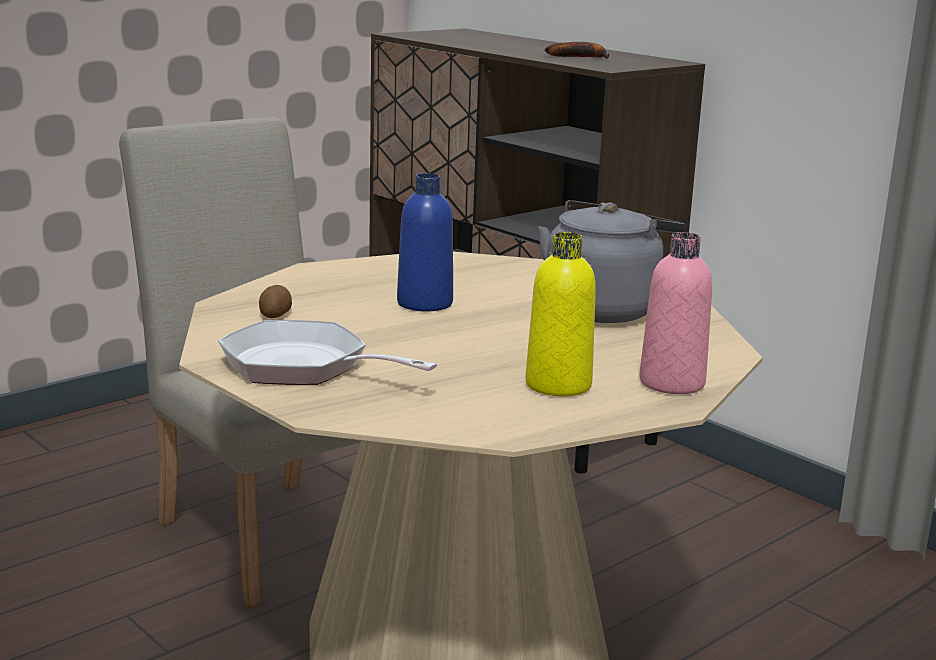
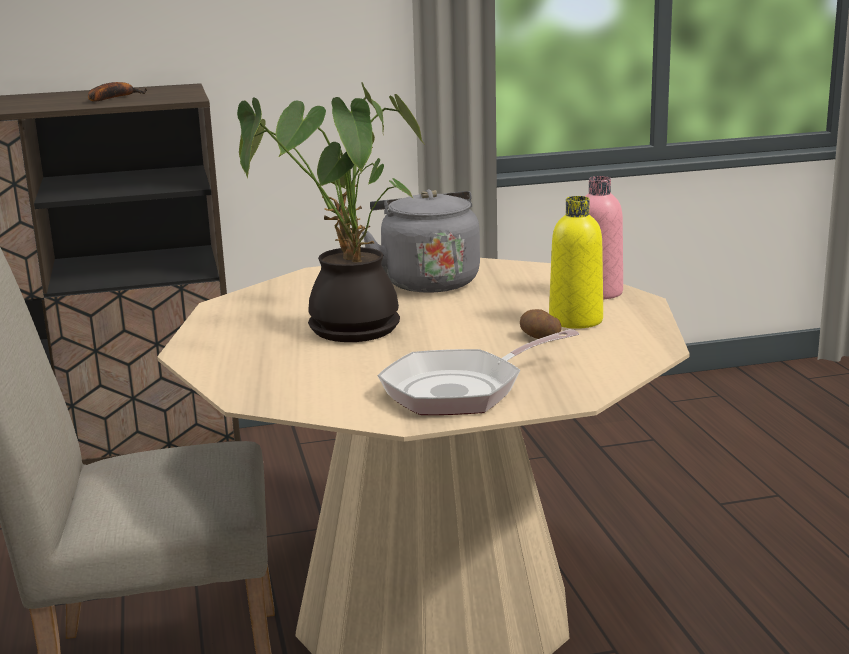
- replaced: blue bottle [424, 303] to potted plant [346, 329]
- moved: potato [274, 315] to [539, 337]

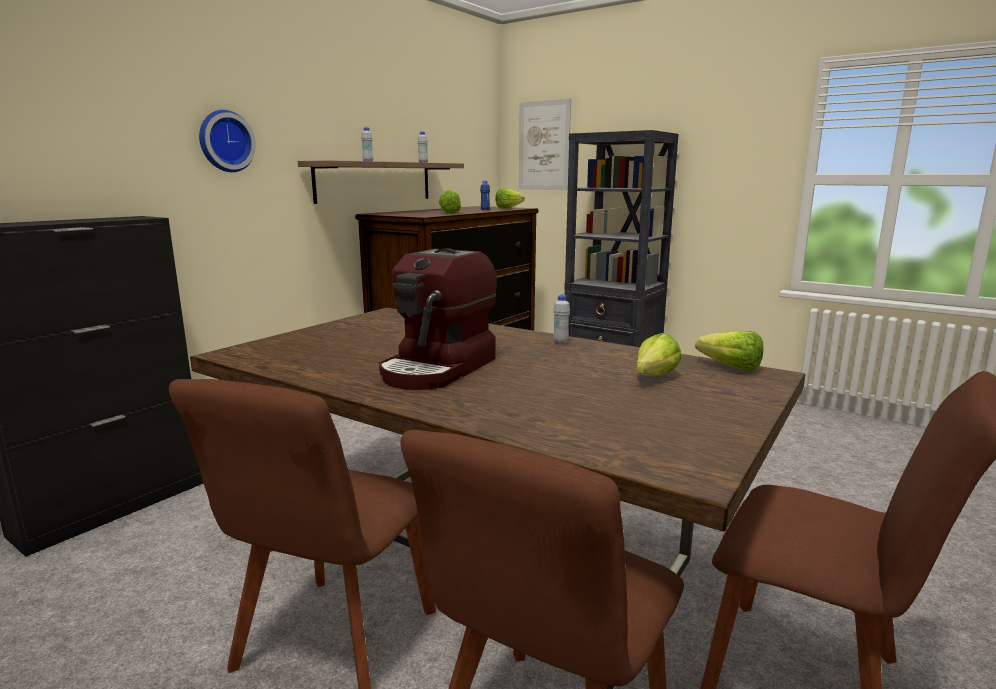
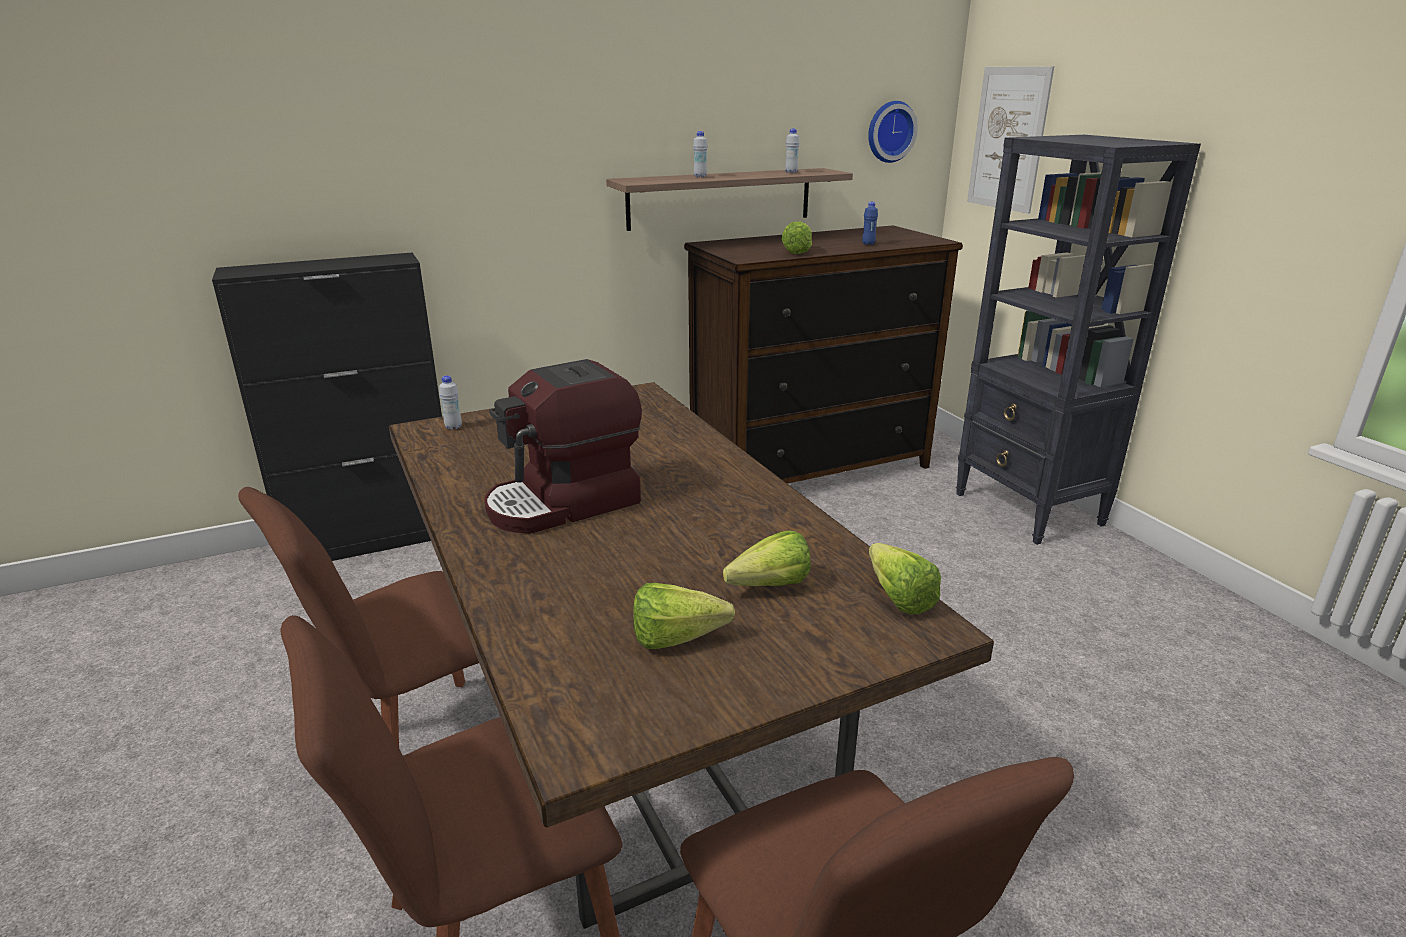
- moved: white bottle [560, 342] to [453, 427]
- moved: lettuce [511, 208] to [684, 639]
- moved: wall clock [225, 141] to [889, 131]

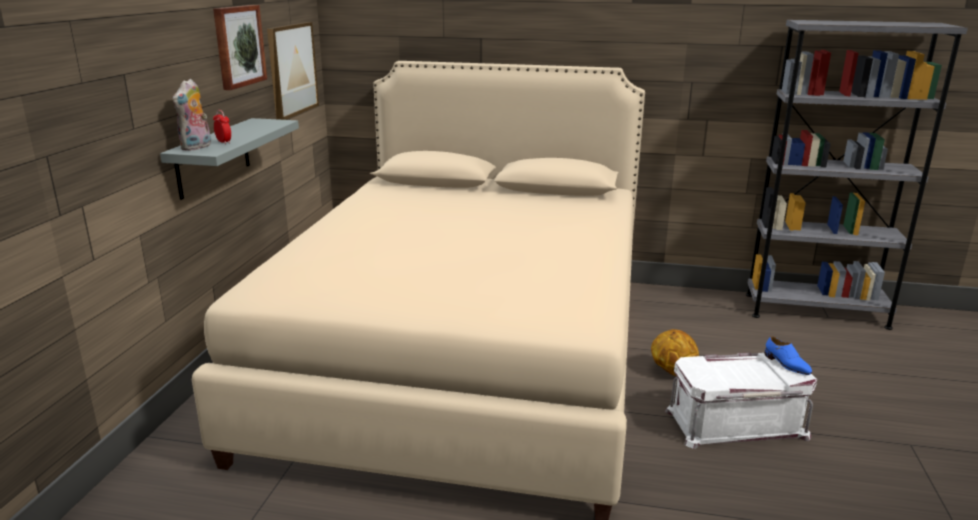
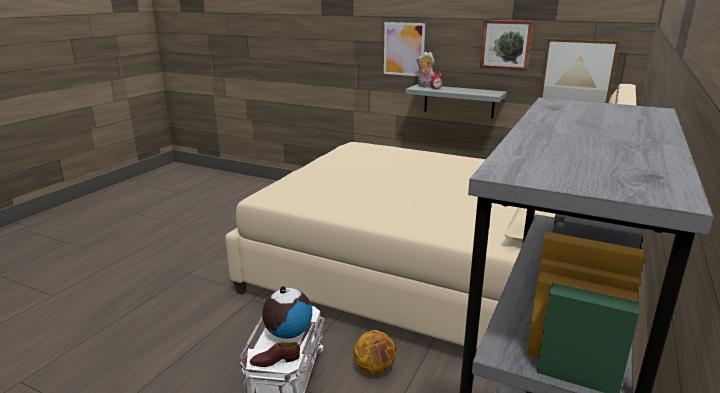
- recoloured: blue shoe [786, 364] to brown shoe [275, 360]
- added: globe [288, 333]
- added: picture [404, 49]

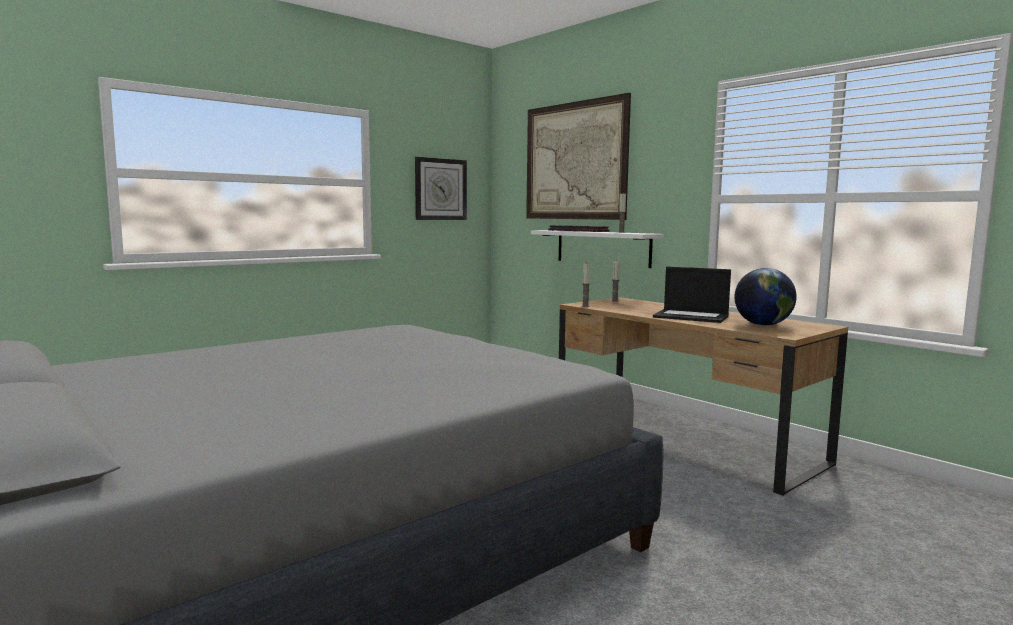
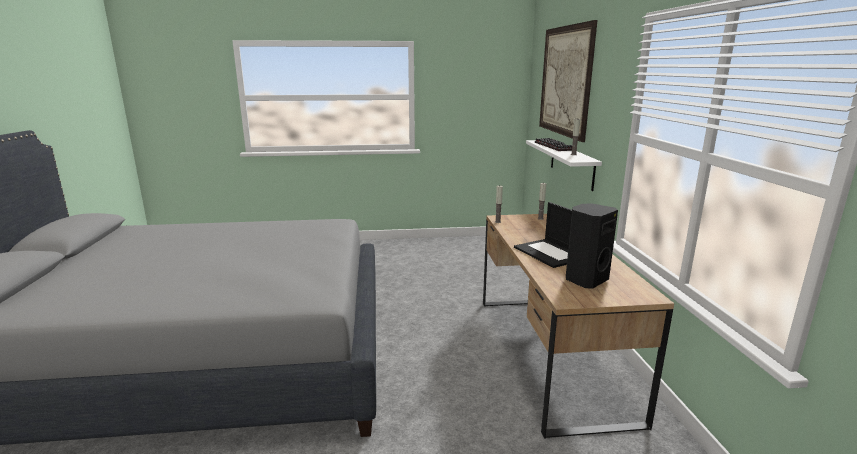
- replaced: globe [763, 325] to black speaker [585, 280]
- removed: wall clock [440, 189]

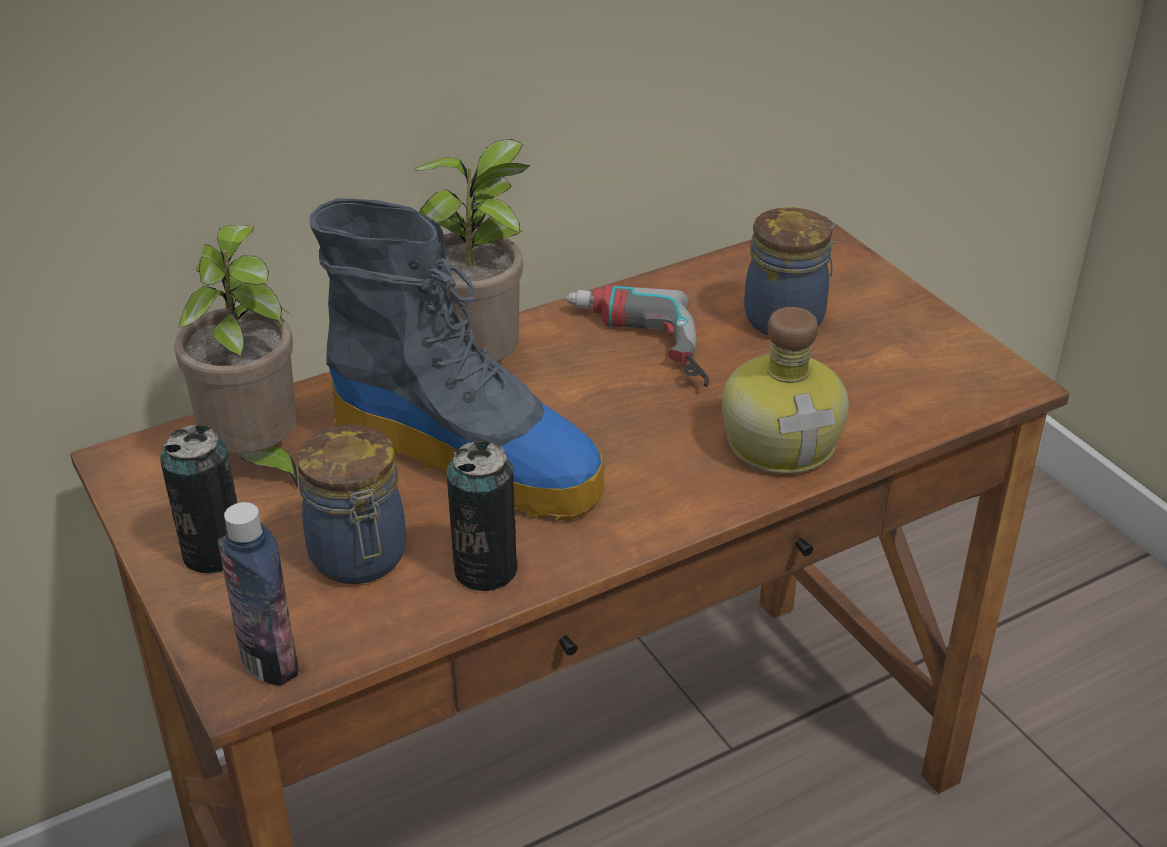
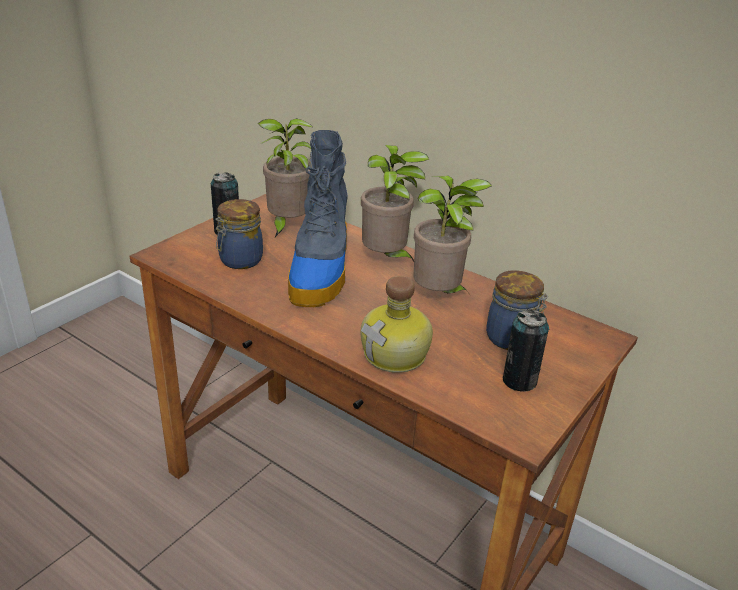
- replaced: power drill [635, 349] to potted plant [439, 296]
- moved: can [485, 569] to [519, 381]
- removed: bottle [269, 662]

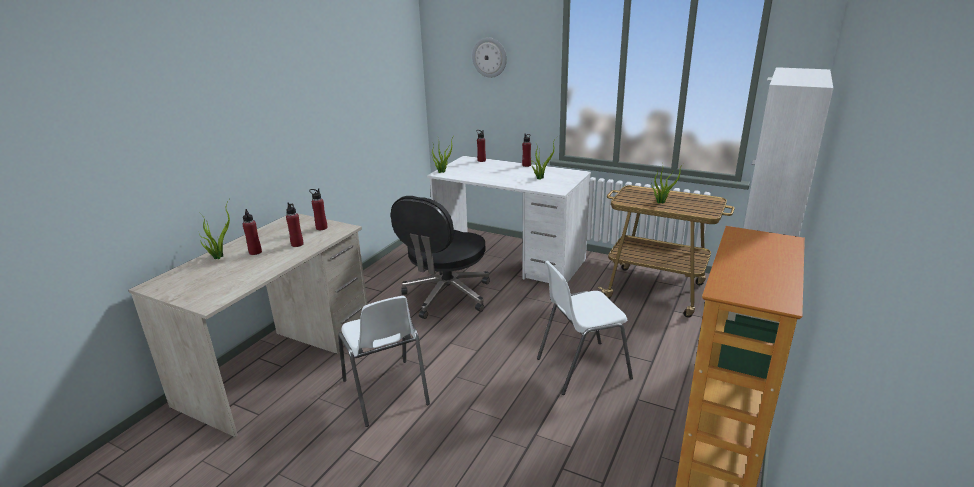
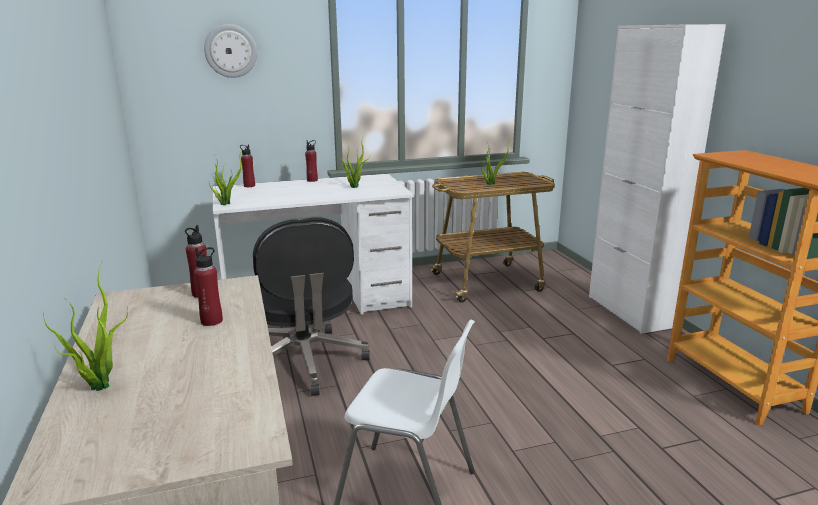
- removed: red bottle [255, 252]
- removed: white chair [581, 368]

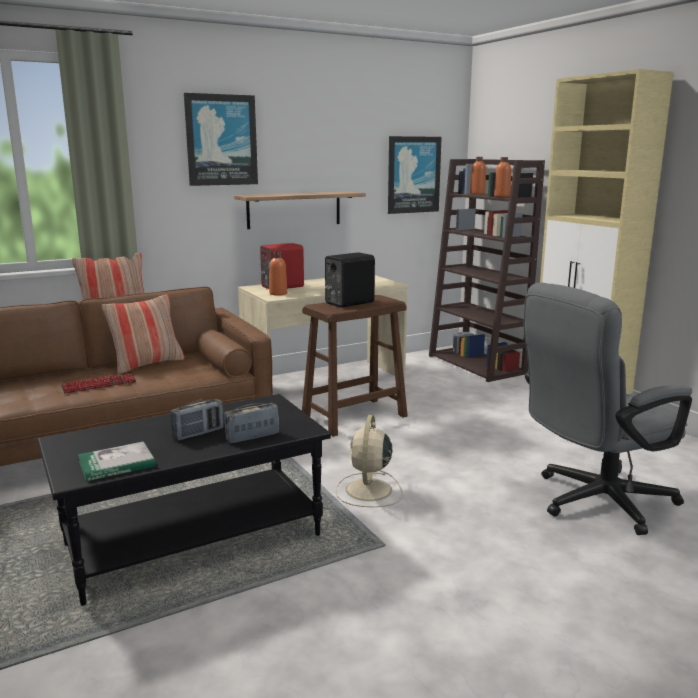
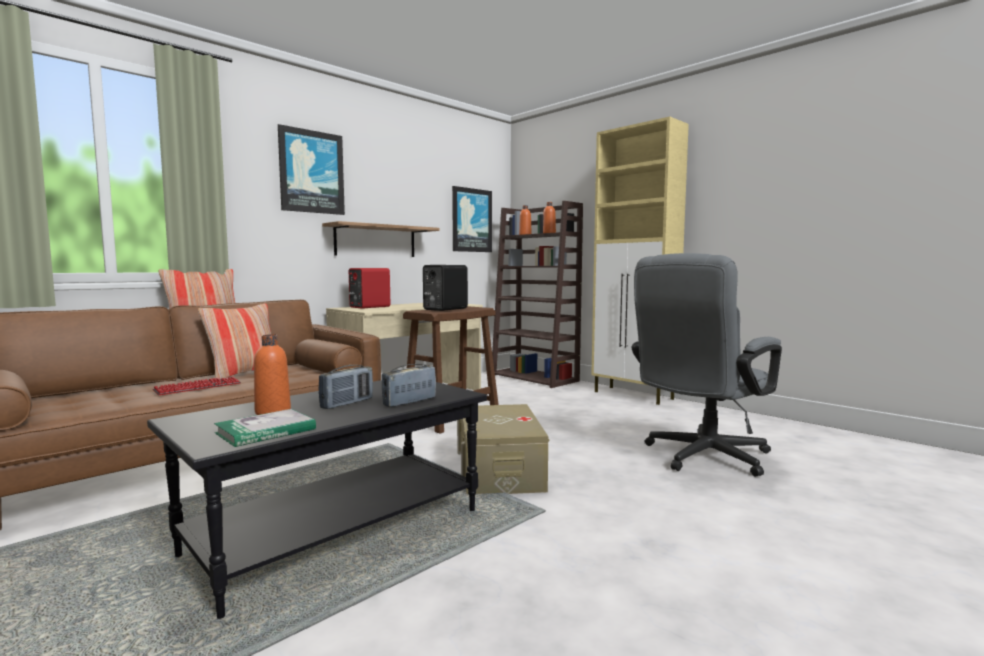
- moved: orange bottle [278, 293] to [273, 412]
- replaced: beige fan [368, 491] to beige storage box [500, 470]

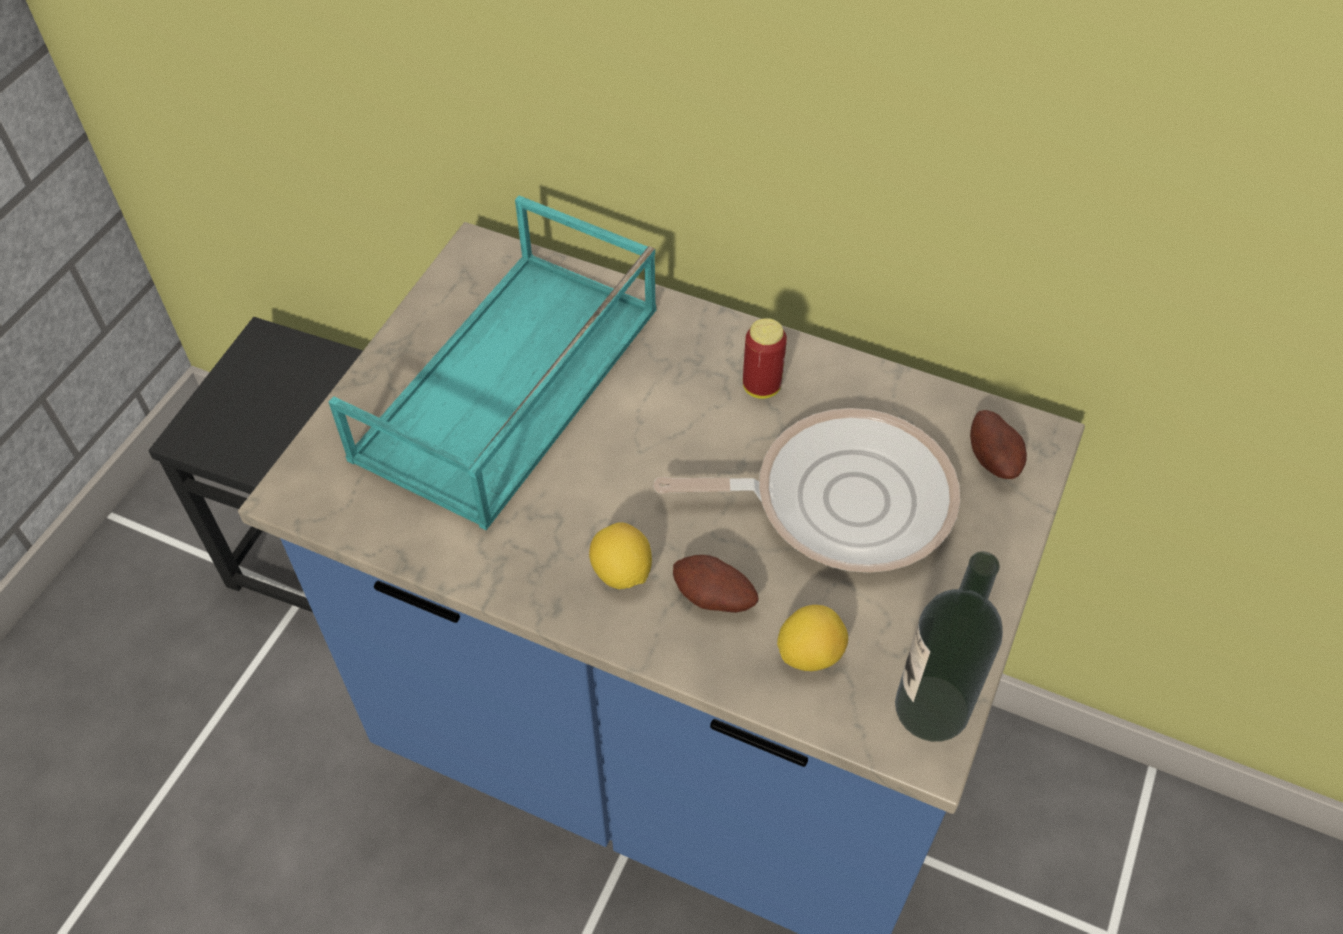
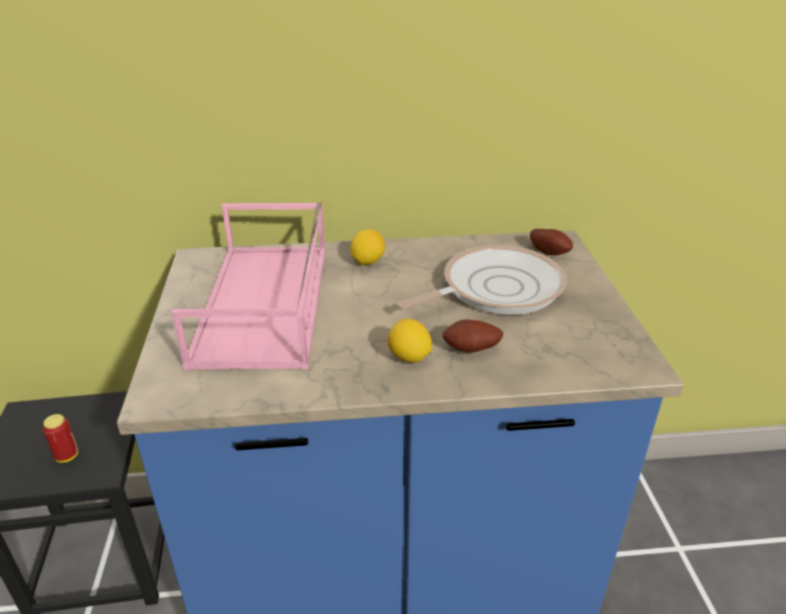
- moved: can [761, 387] to [67, 456]
- recoloured: turquoise tray [509, 386] to pink tray [266, 304]
- moved: lemon [809, 653] to [367, 262]
- removed: bottle [931, 708]

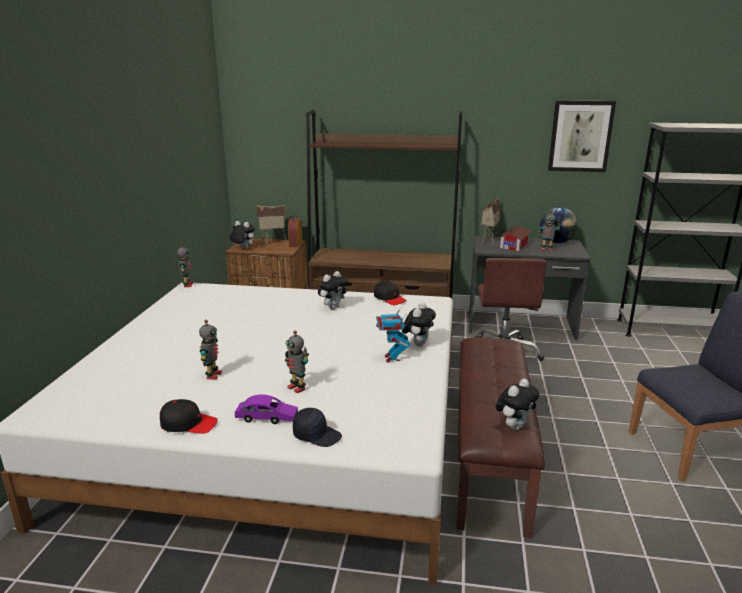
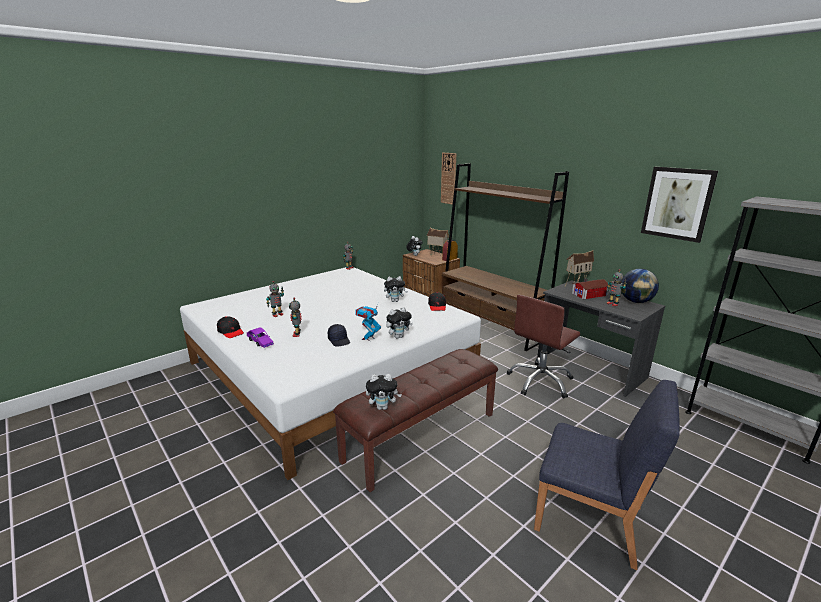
- moved: black cap [317, 435] to [339, 340]
- added: wall clock [448, 178]

